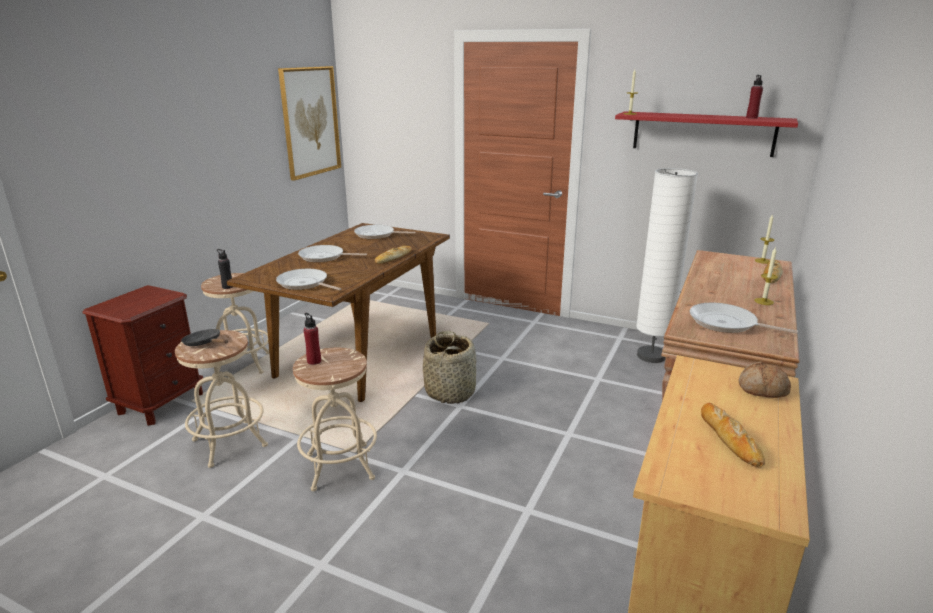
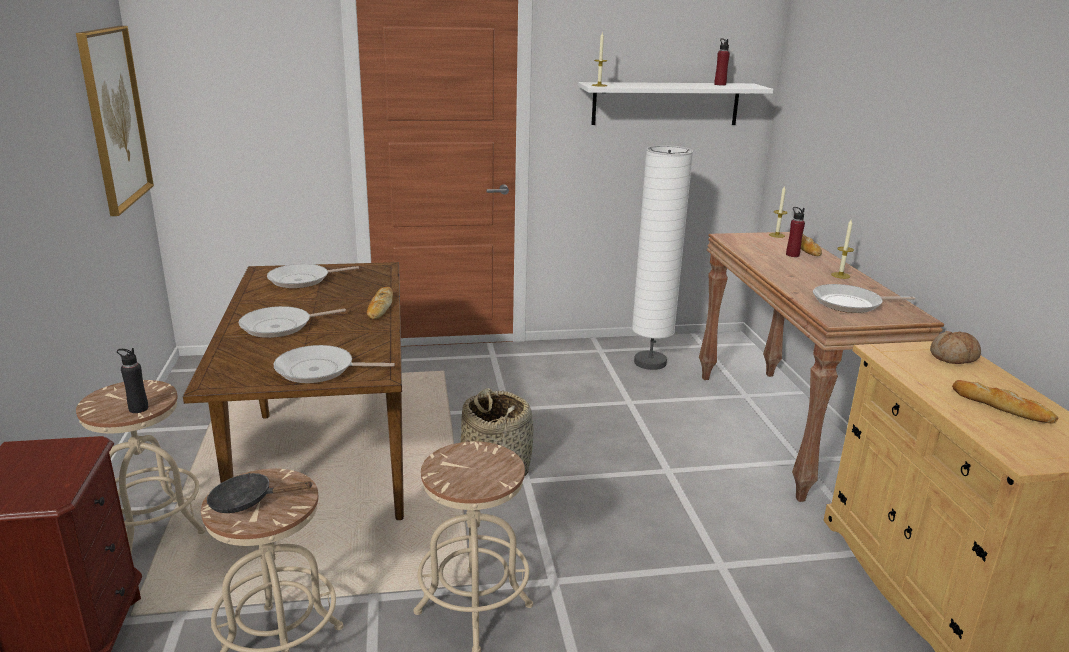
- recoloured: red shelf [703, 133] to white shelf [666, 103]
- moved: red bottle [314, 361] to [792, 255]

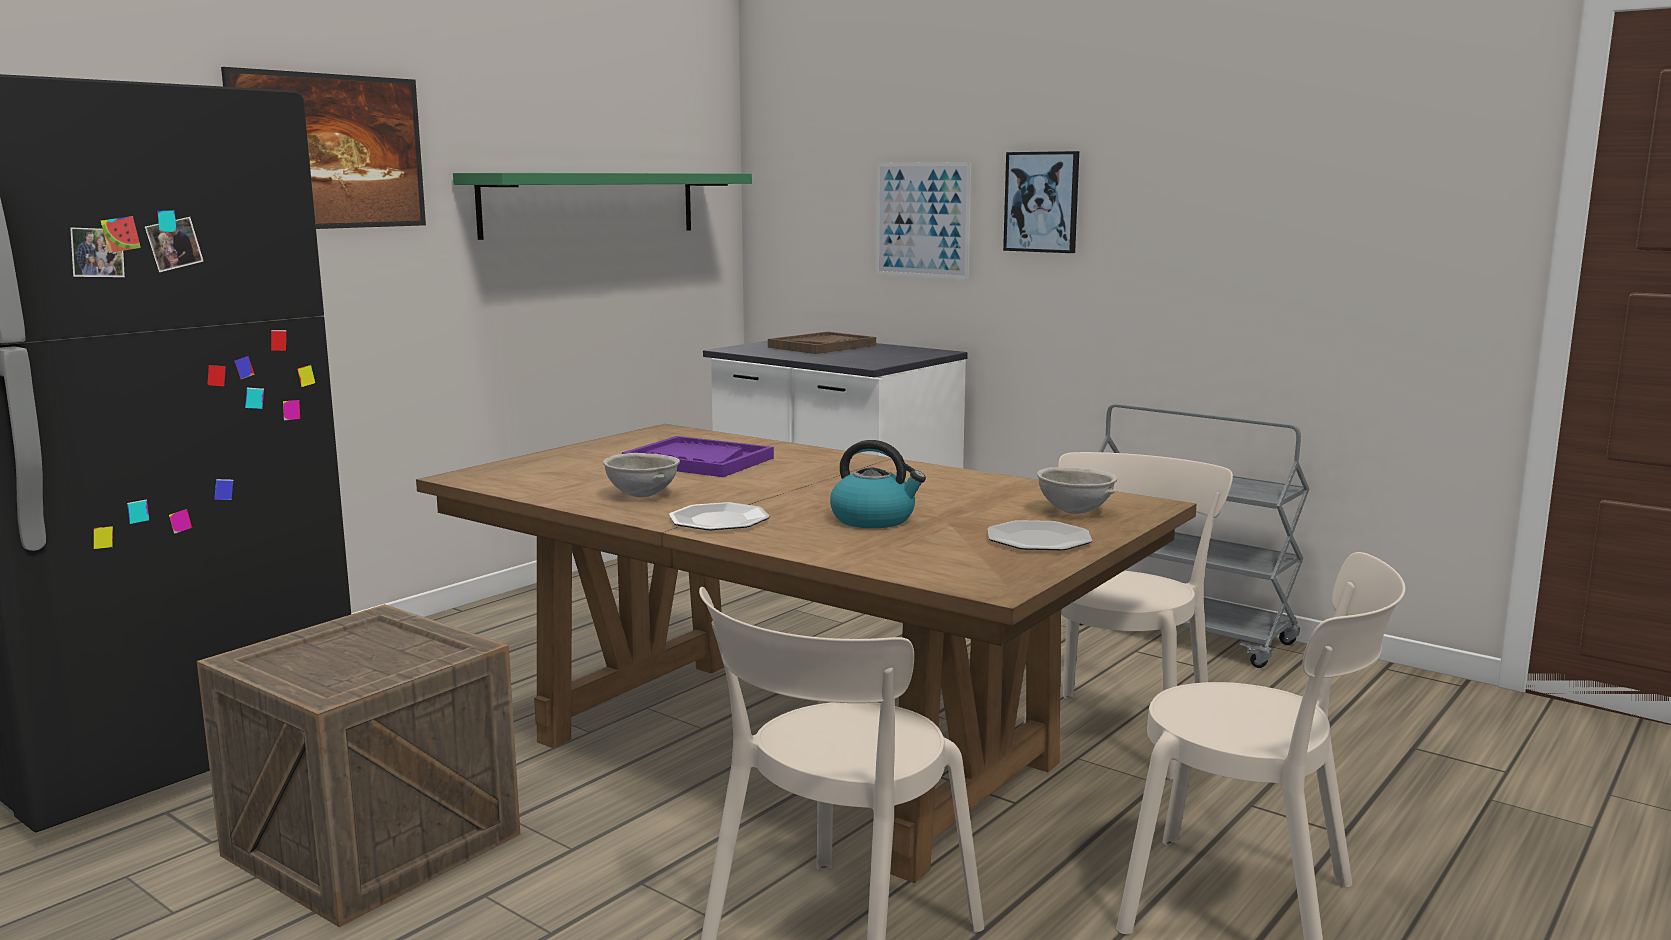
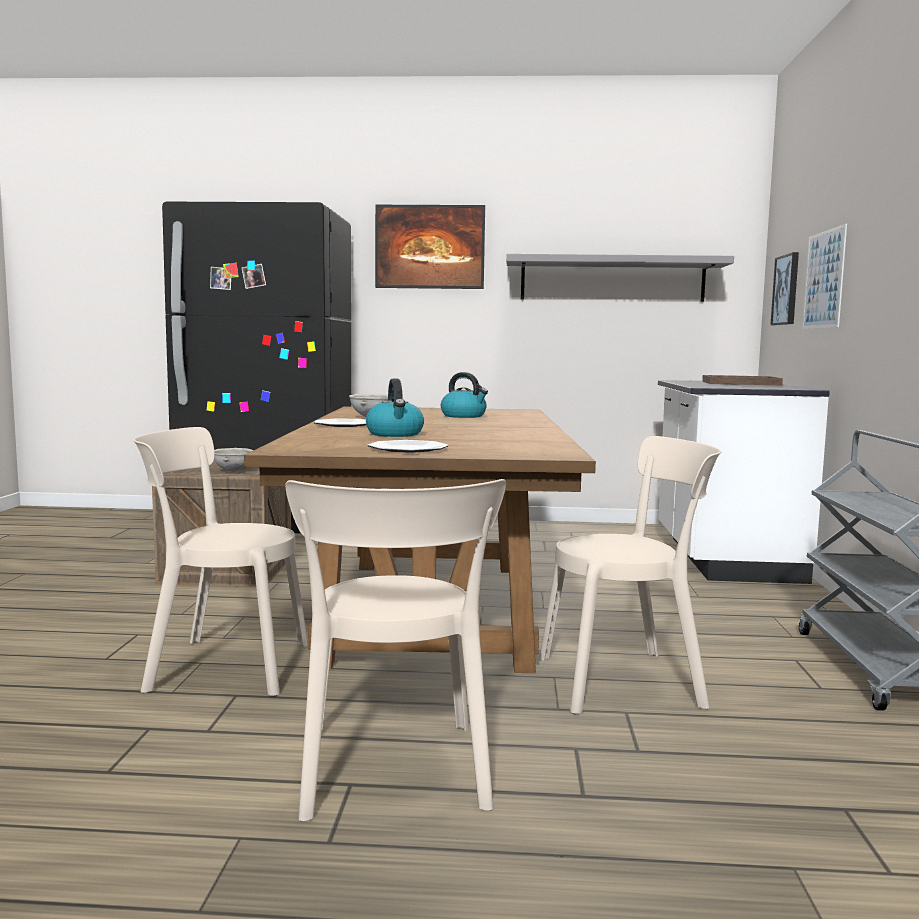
- moved: grey bowl [1075, 512] to [235, 471]
- replaced: purple tray [698, 461] to kettle [464, 416]
- recoloured: green shelf [591, 204] to grey shelf [612, 280]
- moved: picture [1042, 202] to [786, 290]

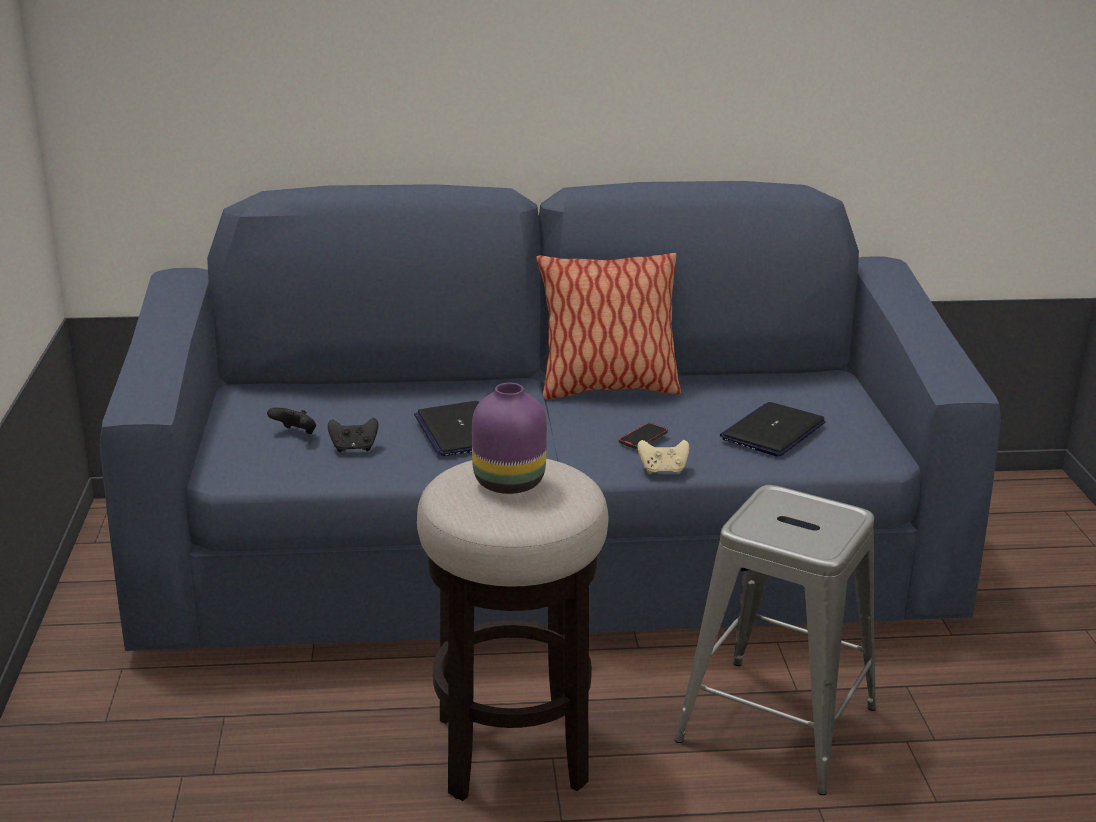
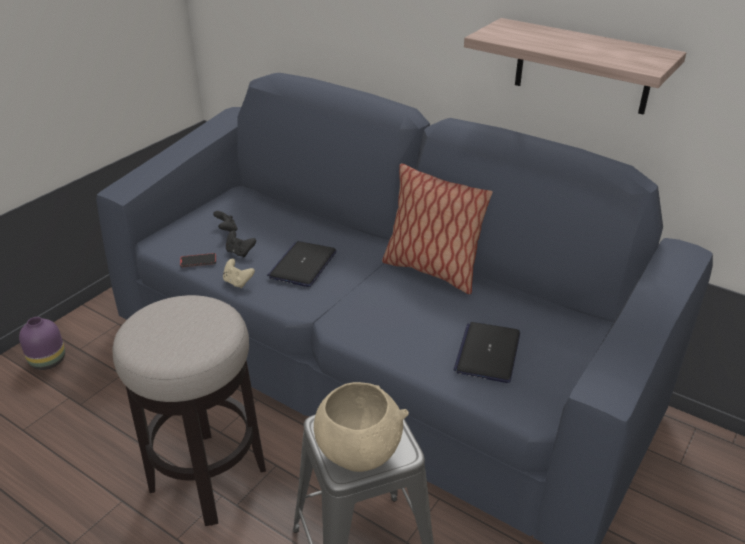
- moved: purple vase [509, 484] to [47, 361]
- moved: phone [643, 438] to [198, 261]
- moved: beige game controller [663, 470] to [238, 282]
- added: beige bowl [358, 452]
- turned: laptop [773, 431] = [488, 353] 60 degrees counterclockwise
- added: shelf [582, 66]

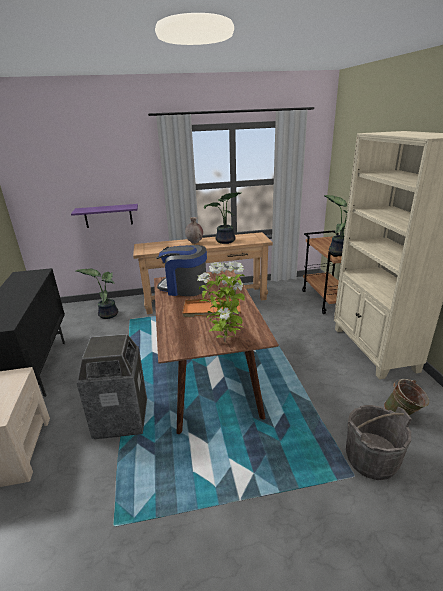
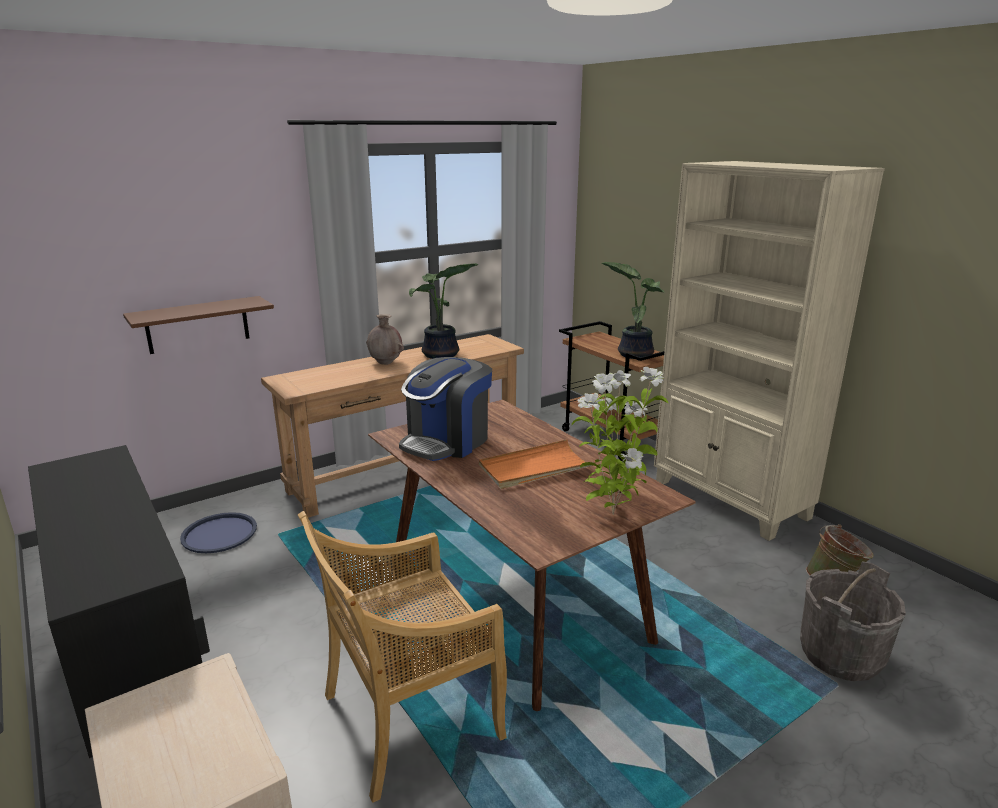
- recoloured: purple shelf [108, 216] to brown shelf [197, 325]
- replaced: potted plant [108, 314] to blue tray [219, 534]
- replaced: trash can [121, 418] to beige chair [409, 718]
- turned: coffee machine [184, 288] = [447, 441] 45 degrees counterclockwise

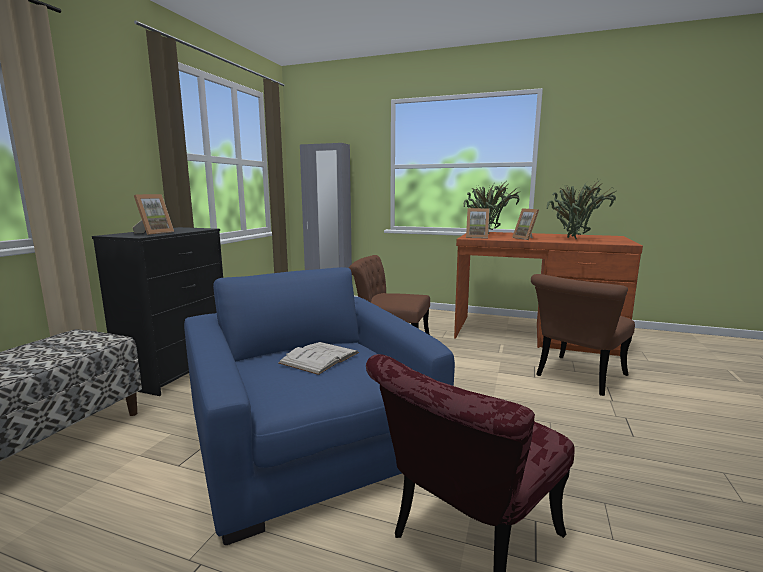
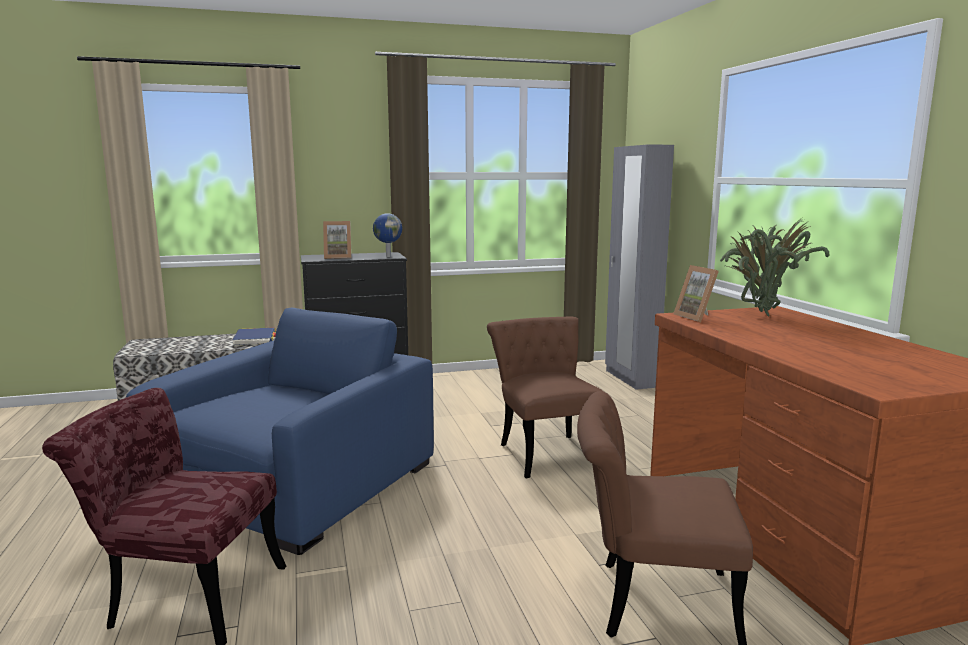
- added: blue book [255, 339]
- added: globe [388, 256]
- removed: white book [319, 358]
- removed: picture frame [526, 238]
- removed: potted plant [574, 239]

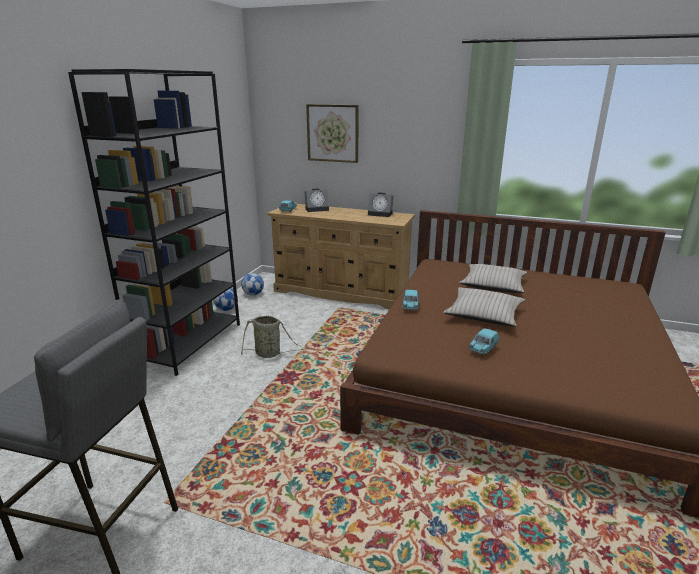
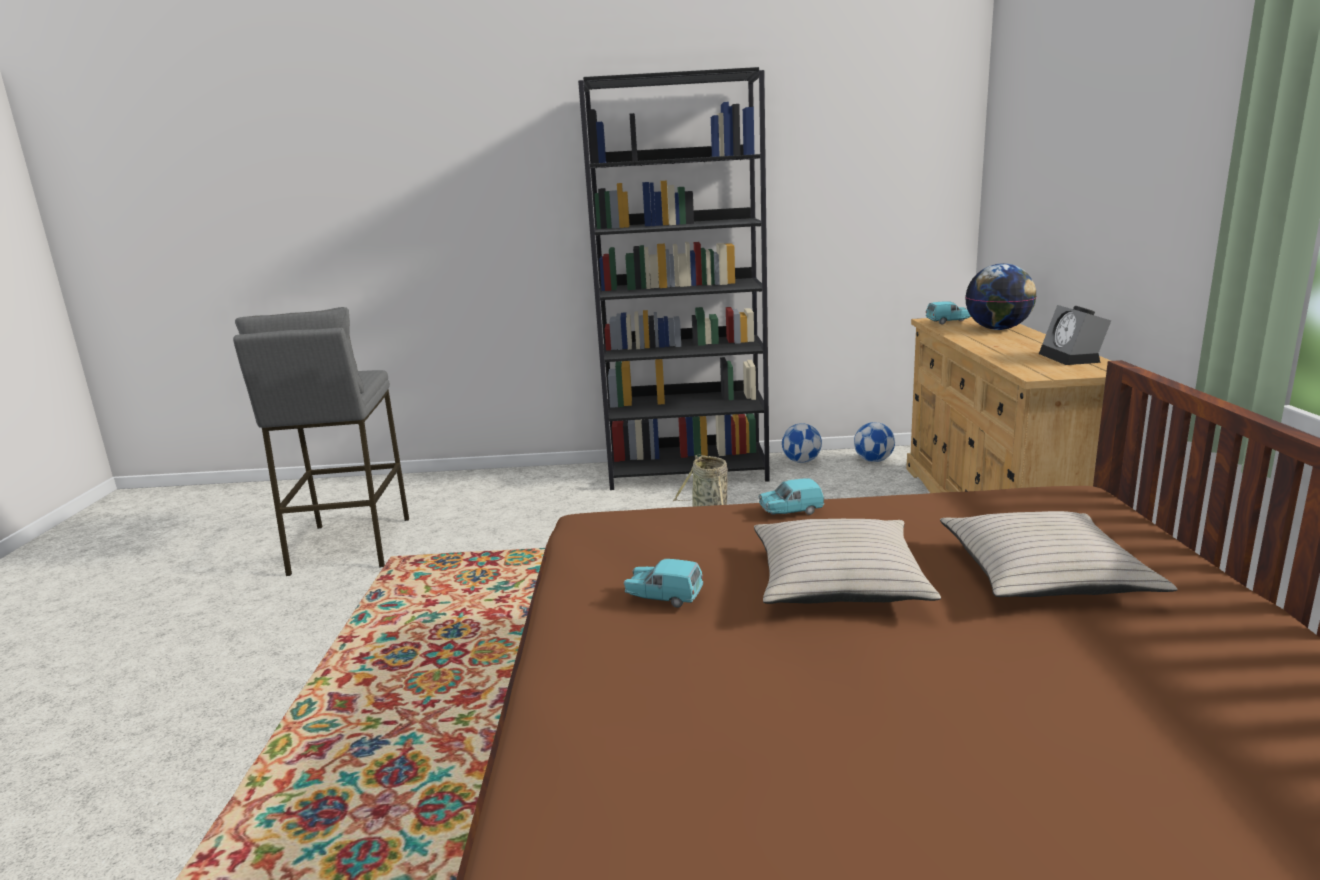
- replaced: alarm clock [317, 209] to globe [998, 329]
- removed: picture [333, 133]

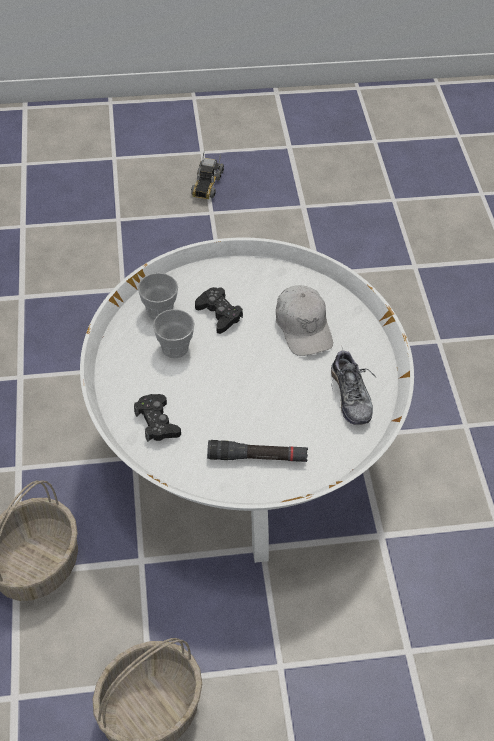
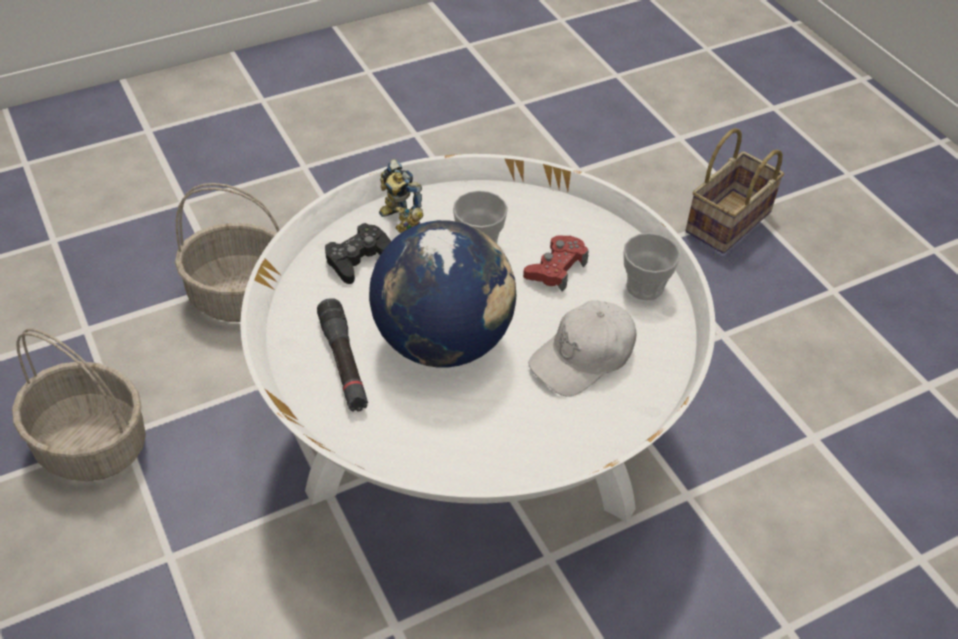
- added: globe [443, 342]
- added: toy robot [397, 221]
- recoloured: black game controller [219, 314] to red game controller [556, 268]
- moved: cup [159, 310] to [644, 287]
- added: basket [728, 224]
- removed: toy truck [206, 184]
- removed: shoe [350, 395]

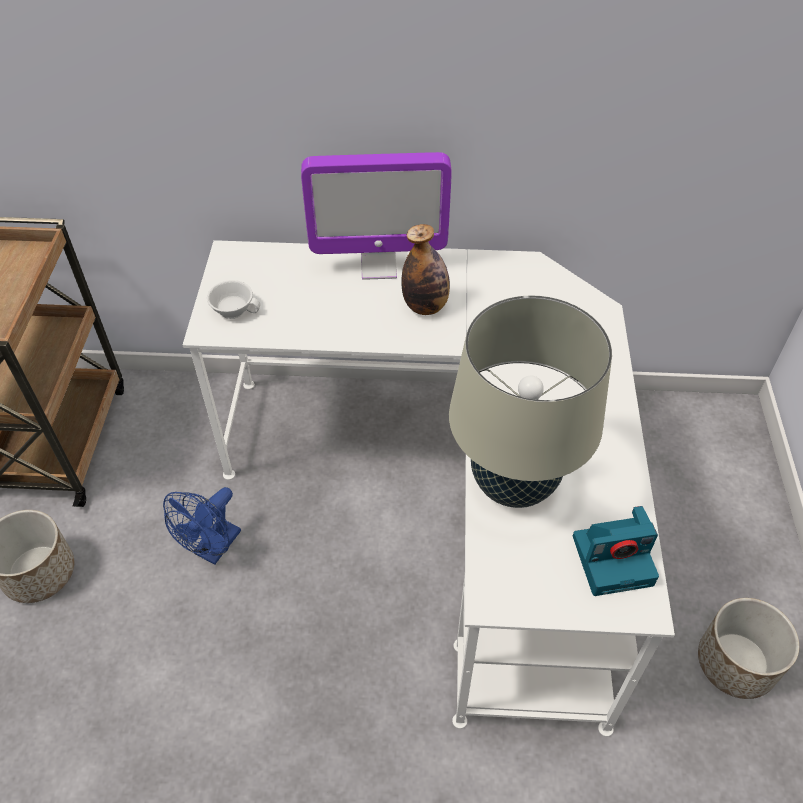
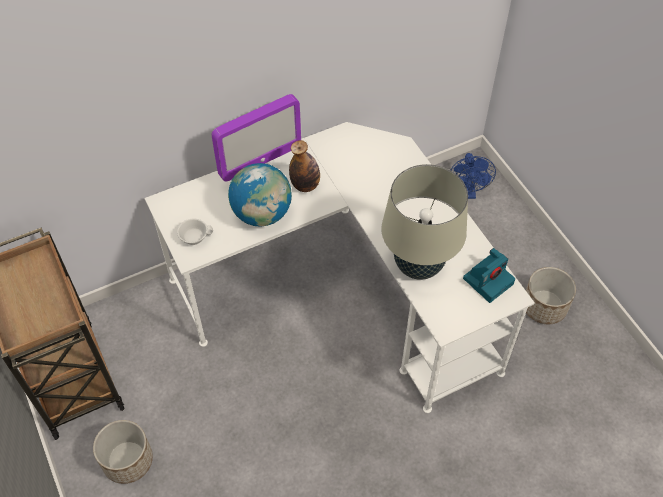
- added: globe [262, 214]
- moved: blue fan [213, 549] to [467, 192]

